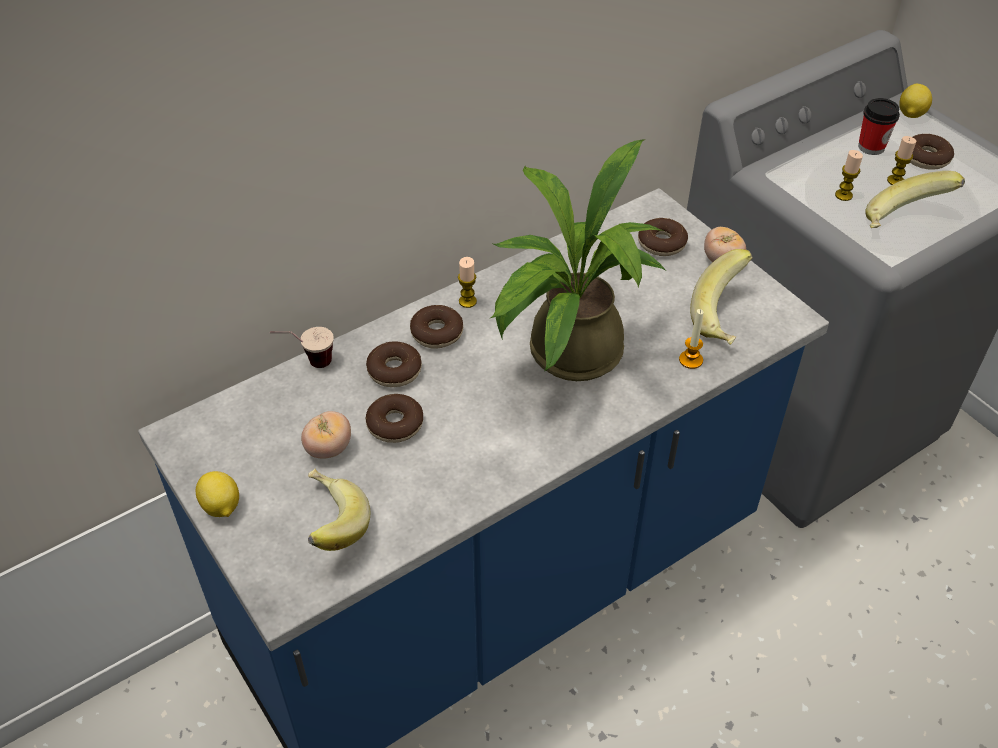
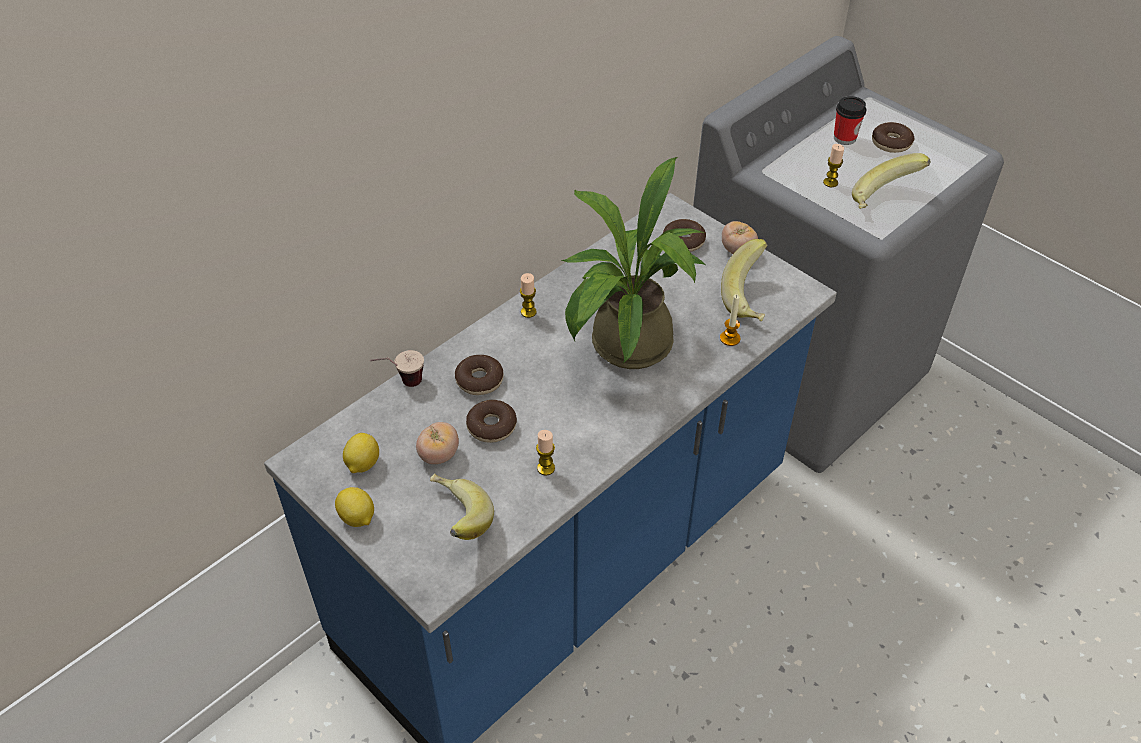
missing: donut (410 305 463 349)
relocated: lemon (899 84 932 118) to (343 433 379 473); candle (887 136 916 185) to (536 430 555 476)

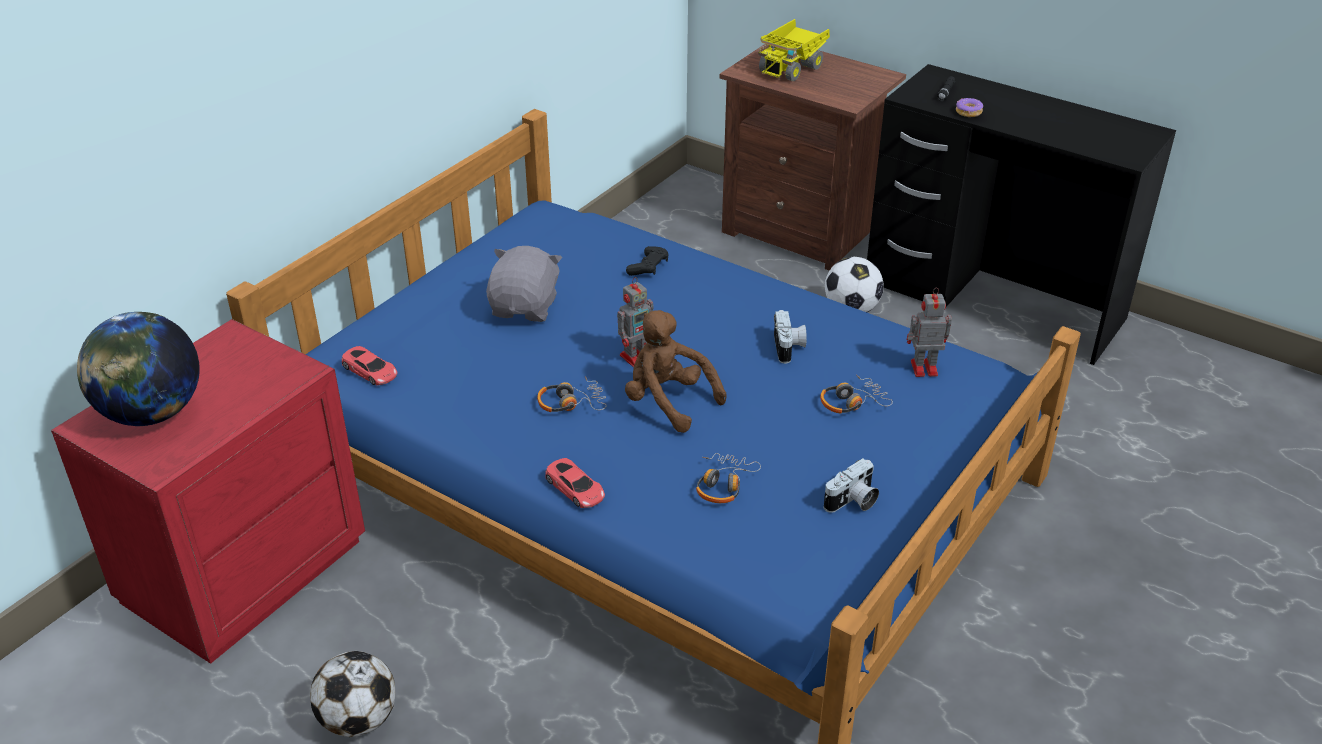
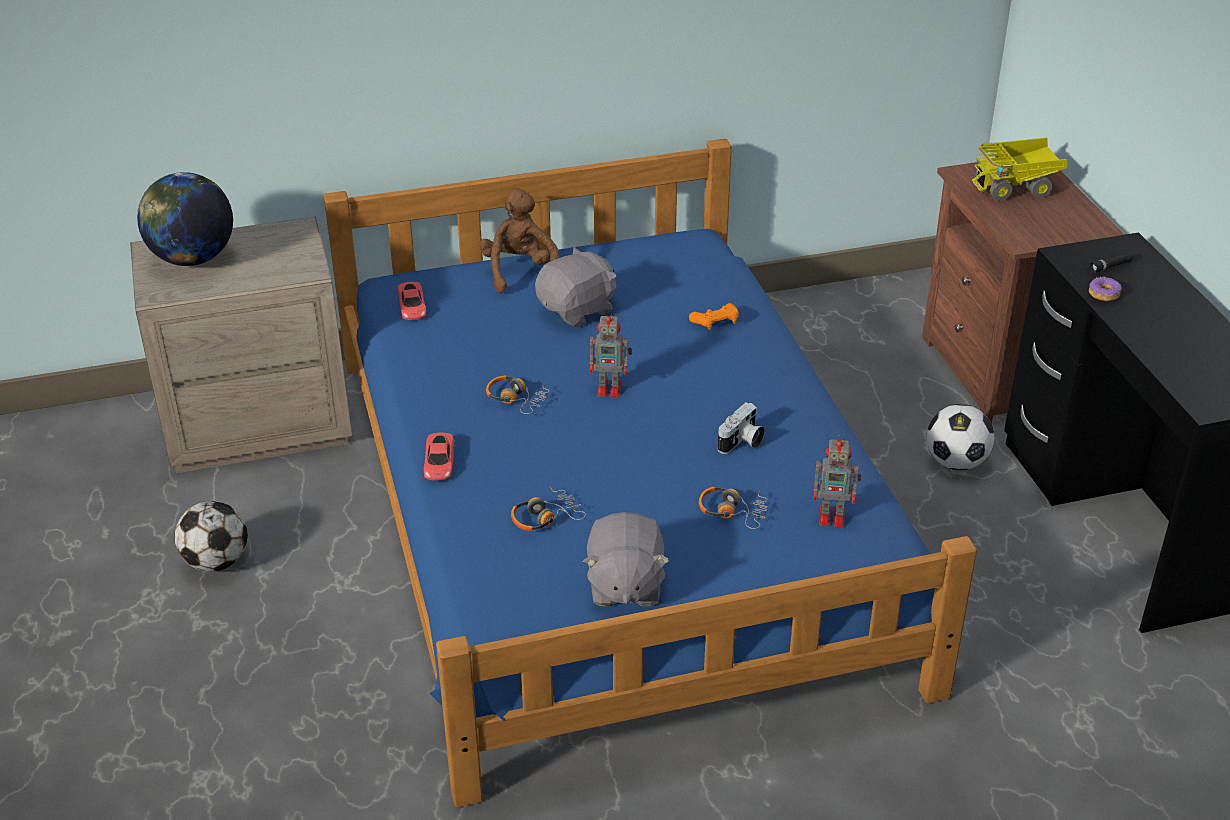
relocated: brown plush toy (625 310 727 433) to (479 189 559 293)
exchanged: photo camera (824 458 879 513) to grey plush toy (583 512 670 607)
colour: red nightstand (51 319 365 664) to beige nightstand (130 216 352 473); black game controller (626 246 668 276) to orange game controller (689 303 739 330)
spun: toy robot (907 287 952 377) = (813 434 861 527) 150 degrees clockwise

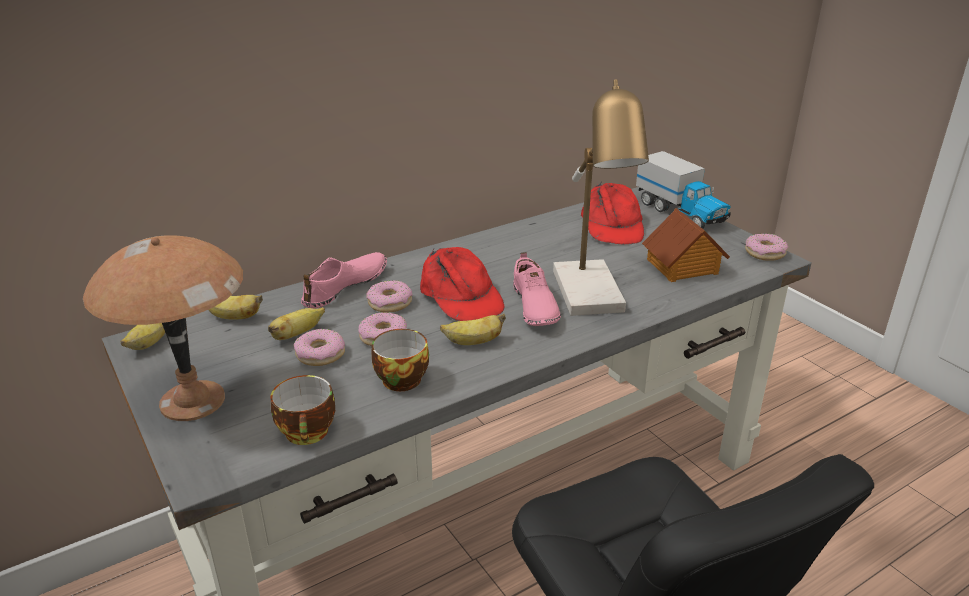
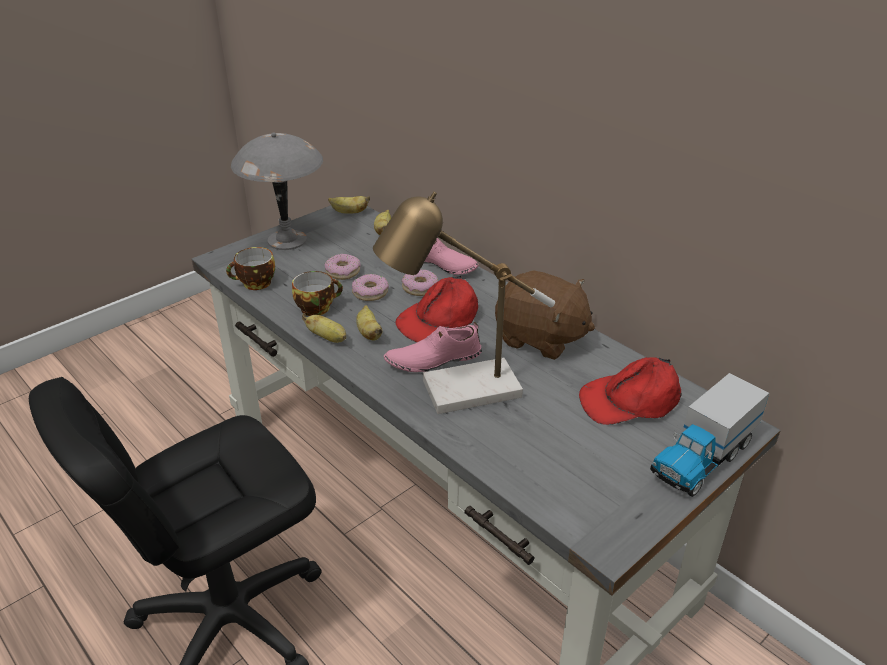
missing: toy house (642 208 730 282); donut (745 234 788 261)
appeared: brown plush toy (495 270 595 360)
relocated: banana (268 307 325 340) to (302 313 346 343)
colour: brown table lamp (83 235 243 421) to grey table lamp (231 132 323 250)

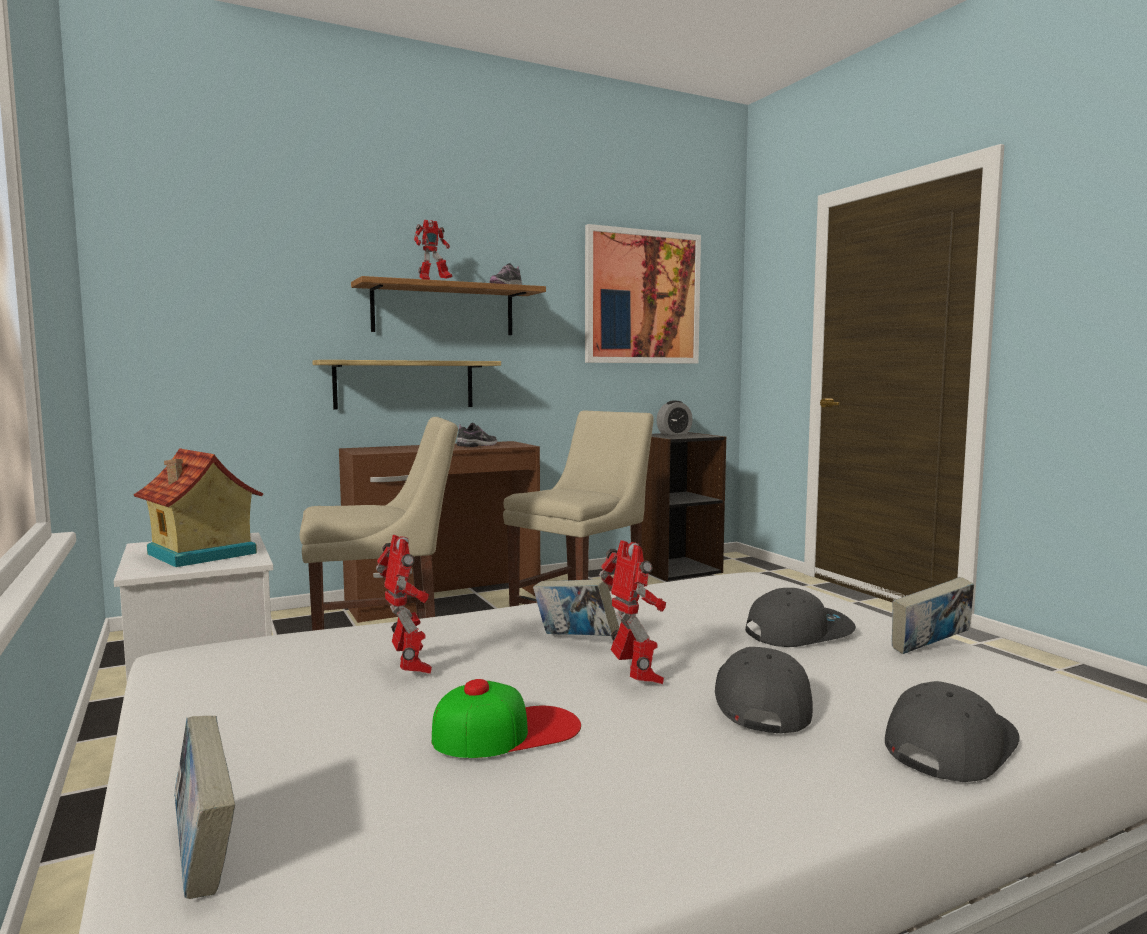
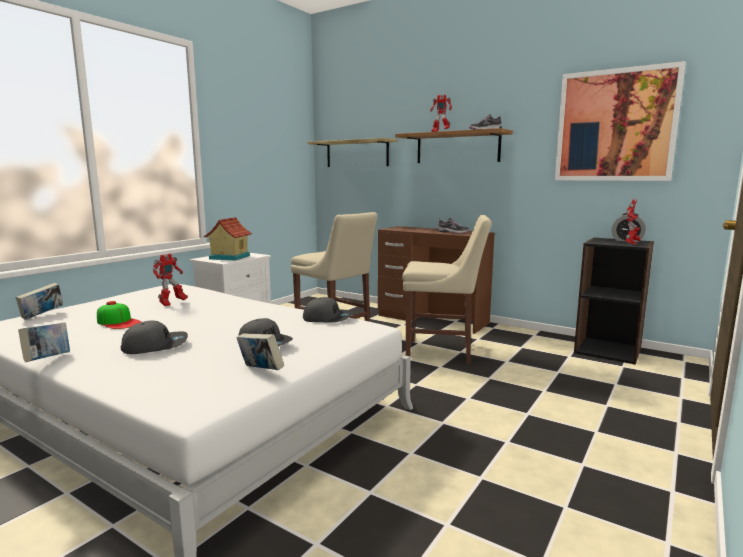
relocated: book (533 579 619 636) to (18 322 70 362); grey cap (885 681 1020 782) to (303 297 353 322); shelf (312 360 501 410) to (307 138 397 167); toy robot (599 540 666 684) to (625 199 641 245)

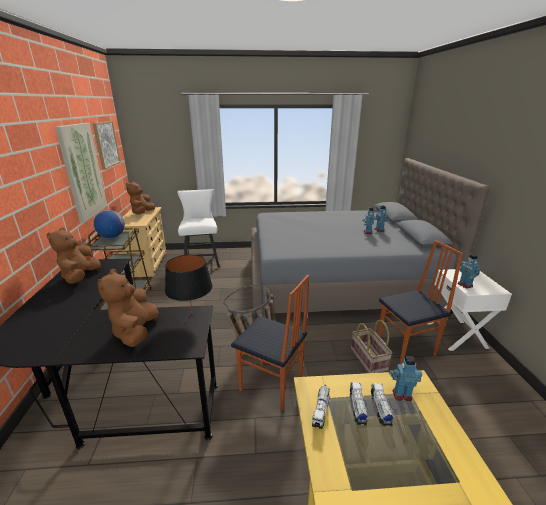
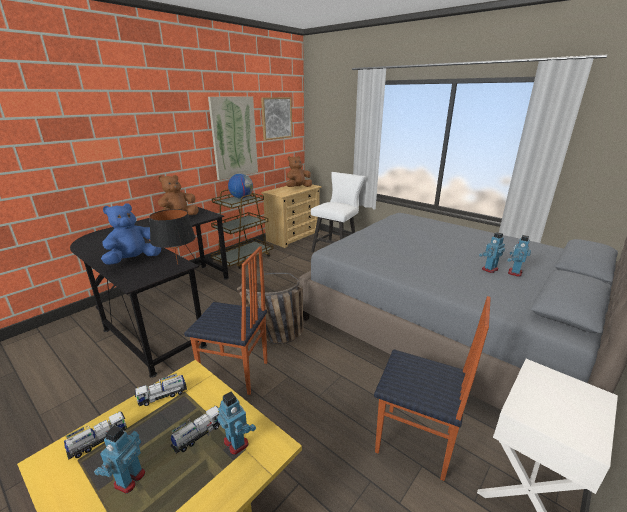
missing: basket (351 320 393 373)
relocated: toy truck (350 382 368 425) to (64 412 127 460); toy robot (458 254 481 289) to (94 425 145 494)
colour: brown plush toy (97 269 159 347) to blue plush toy (101 203 161 265)
spun: chair (231 275 309 411) = (184 246 267 395) 60 degrees counterclockwise

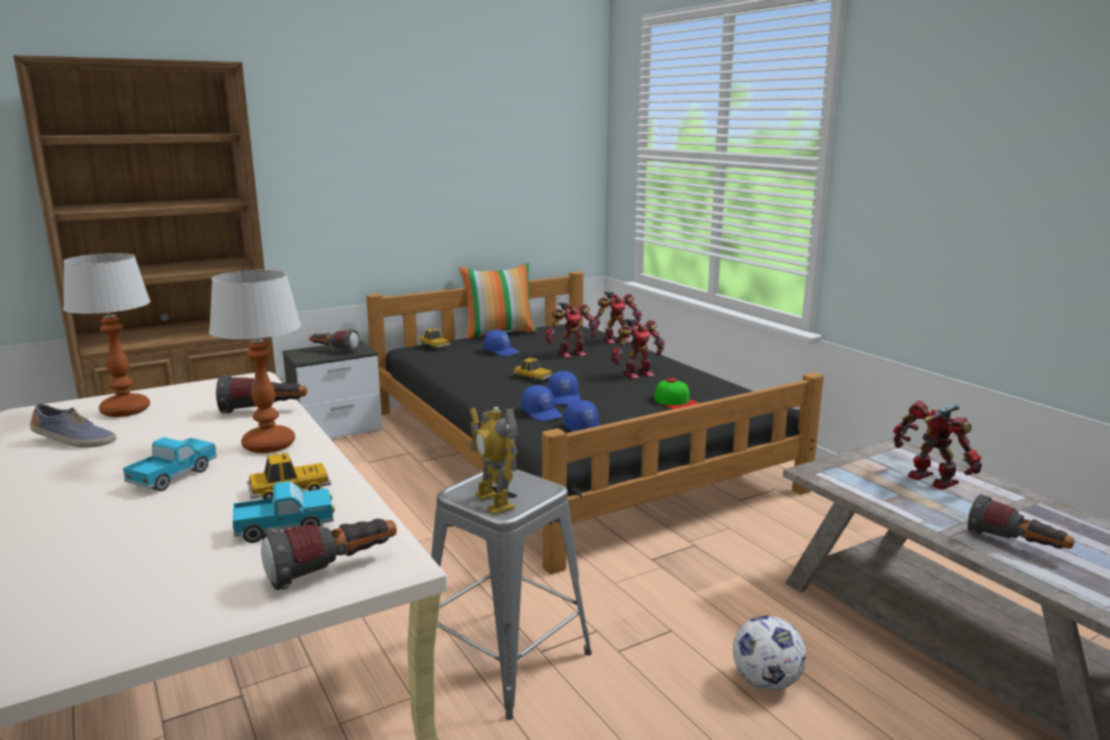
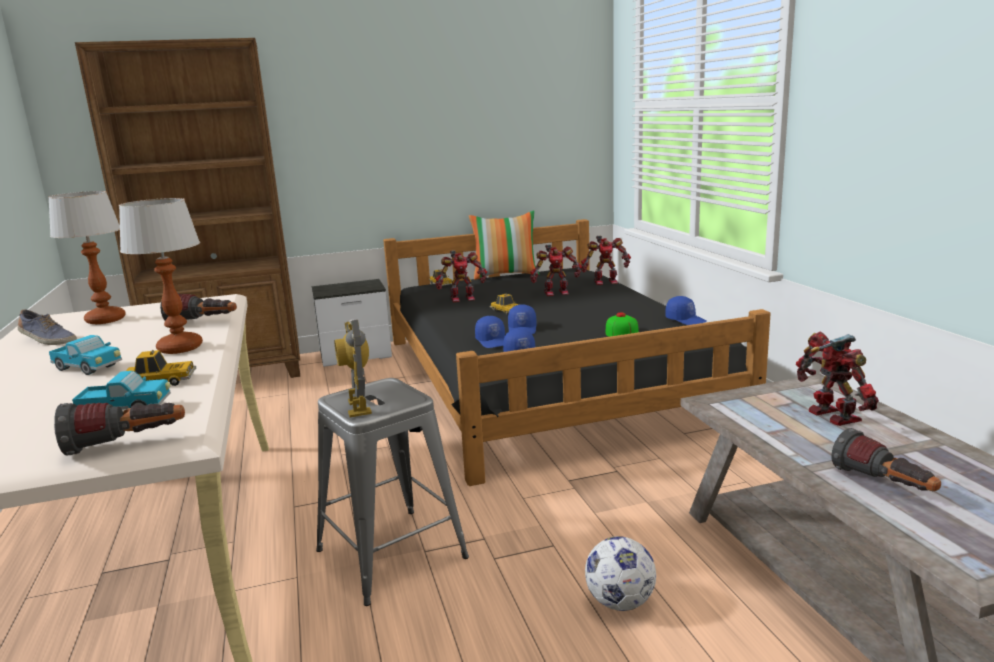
missing: flashlight (309 329 359 352)
relocated: toy robot (611 318 665 379) to (435 250 487 302); blue cap (484 330 520 356) to (665 296 707 325)
spun: toy truck (123 437 217 491) = (49 335 122 375) 75 degrees clockwise

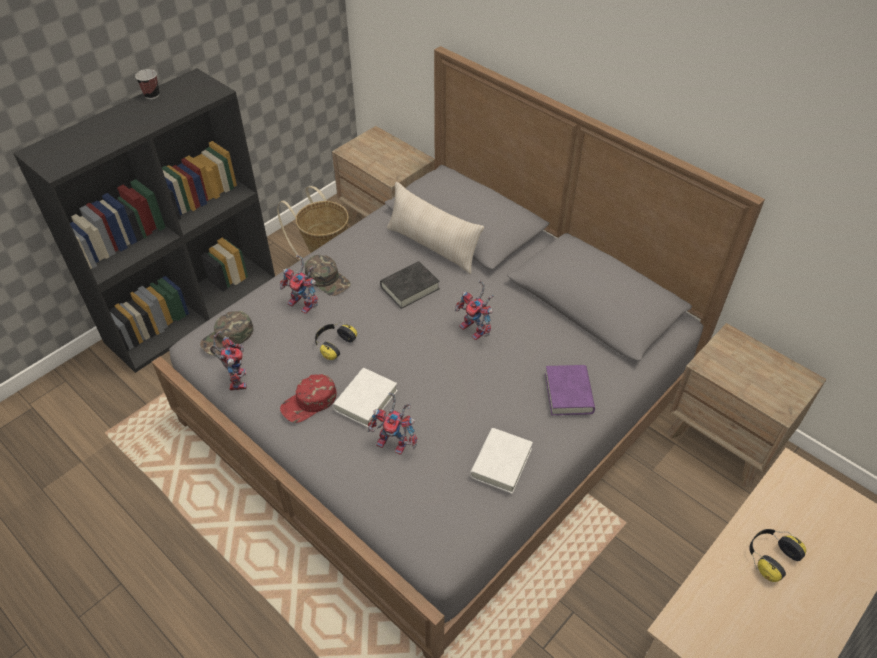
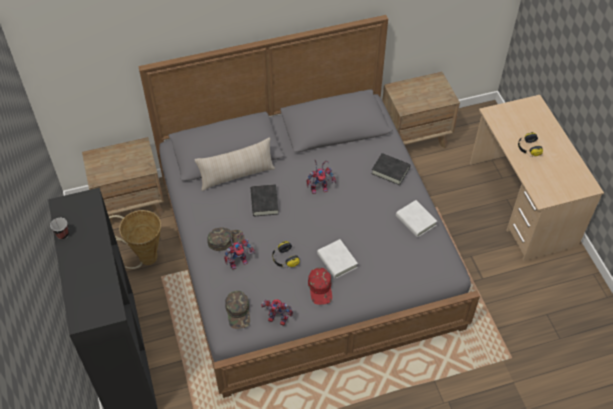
missing: toy robot (368 392 417 455)
colour: purple book (545 365 595 415) to black book (371 153 410 185)

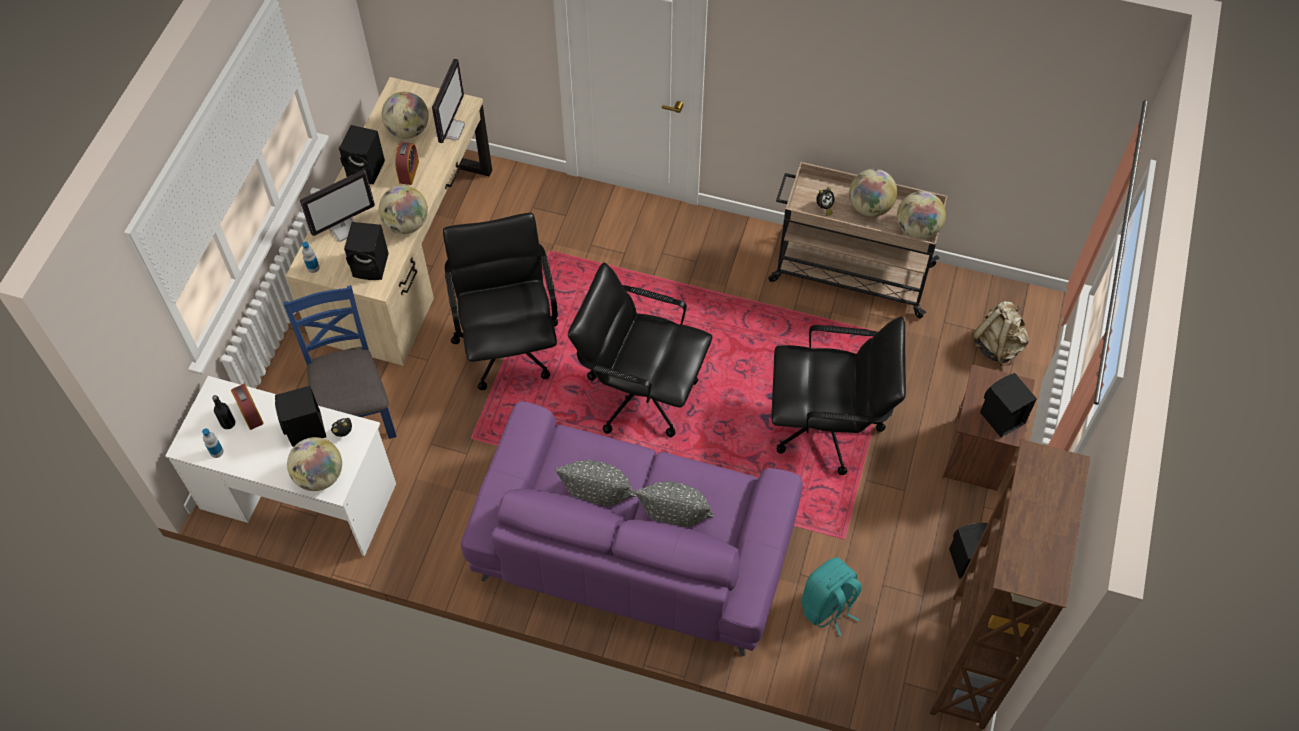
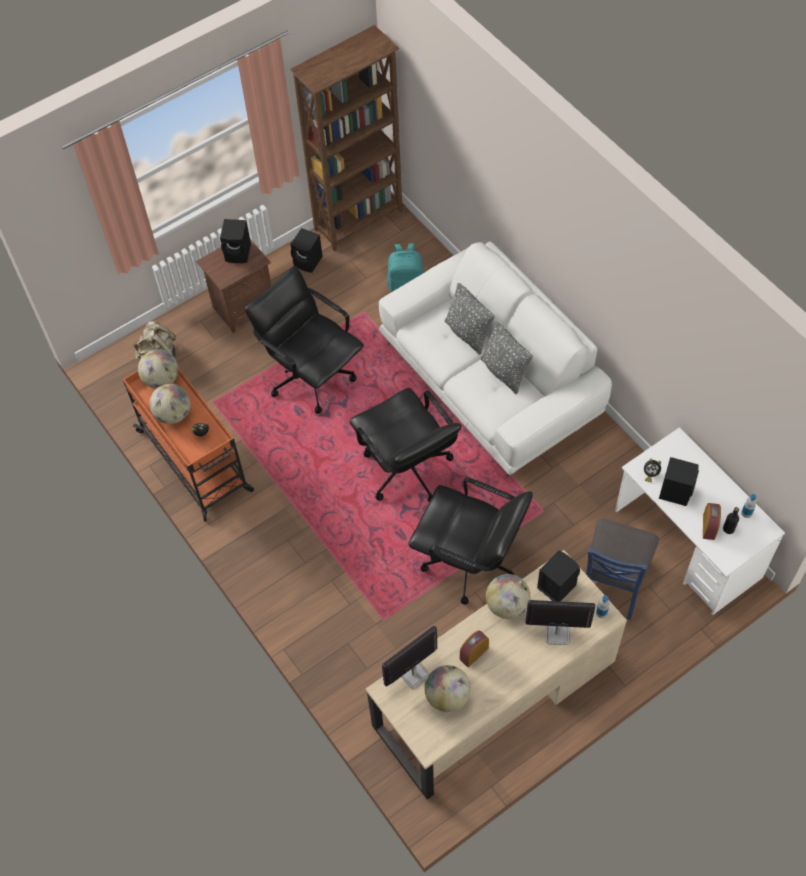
missing: globe (287 437 342 491); black speaker (339 125 385 184)
colour: beige cart (768 162 948 319) to orange cart (123 368 254 521); purple sofa (461 401 803 656) to white sofa (379 241 612 478)
spun: black office chair (443 213 558 390) = (408 477 533 605) 90 degrees counterclockwise

